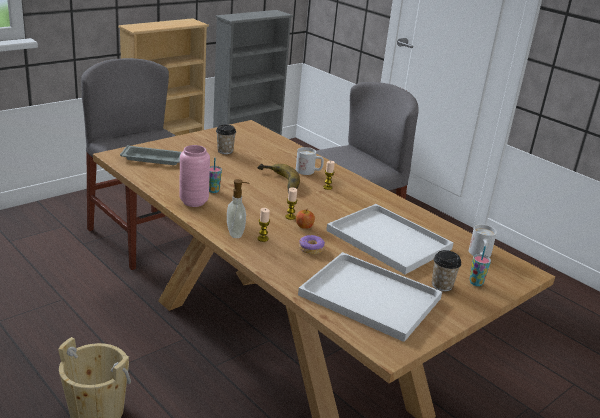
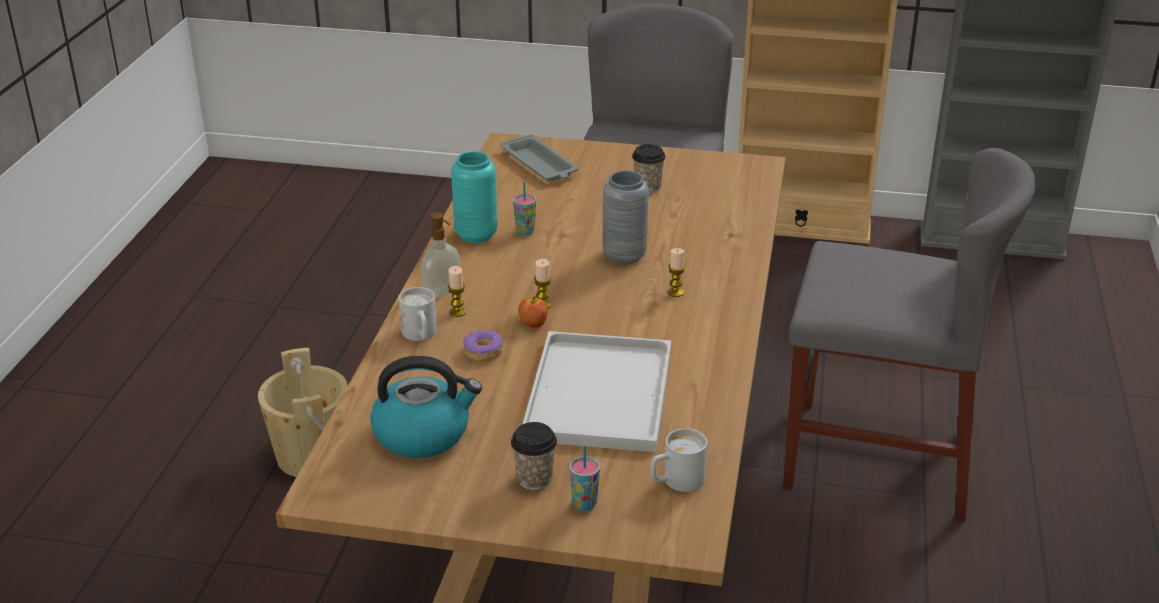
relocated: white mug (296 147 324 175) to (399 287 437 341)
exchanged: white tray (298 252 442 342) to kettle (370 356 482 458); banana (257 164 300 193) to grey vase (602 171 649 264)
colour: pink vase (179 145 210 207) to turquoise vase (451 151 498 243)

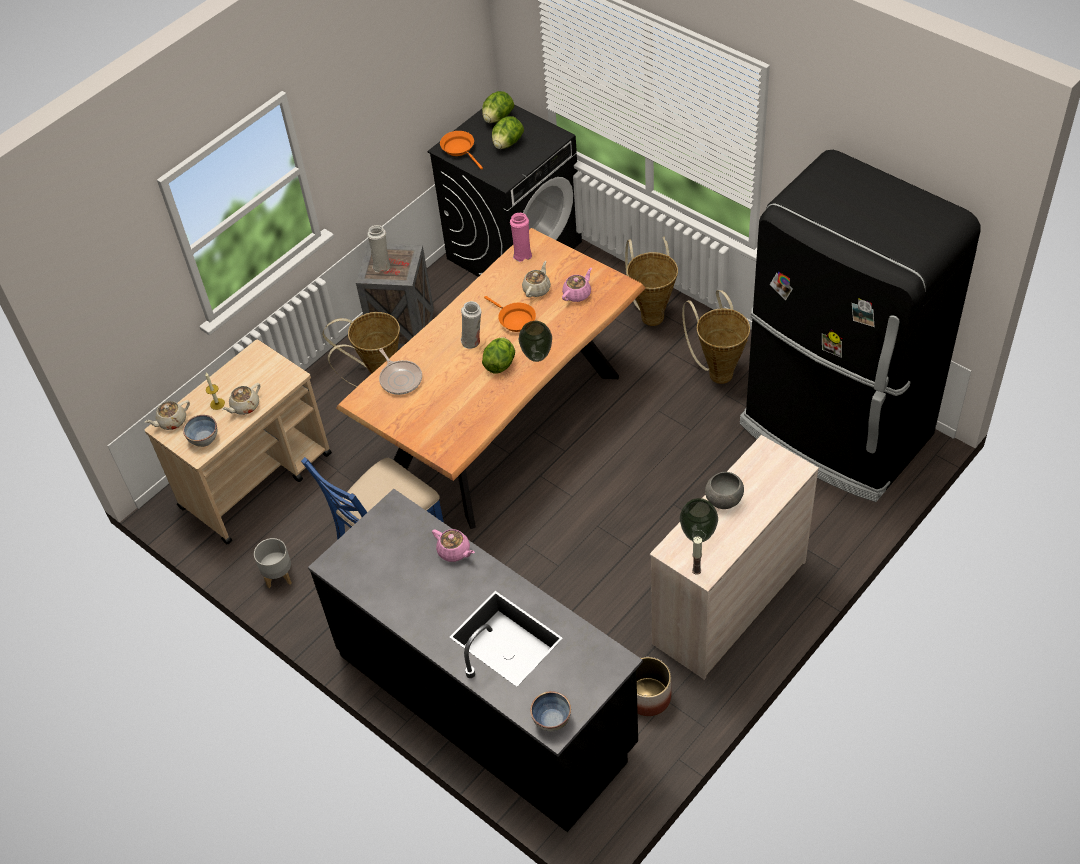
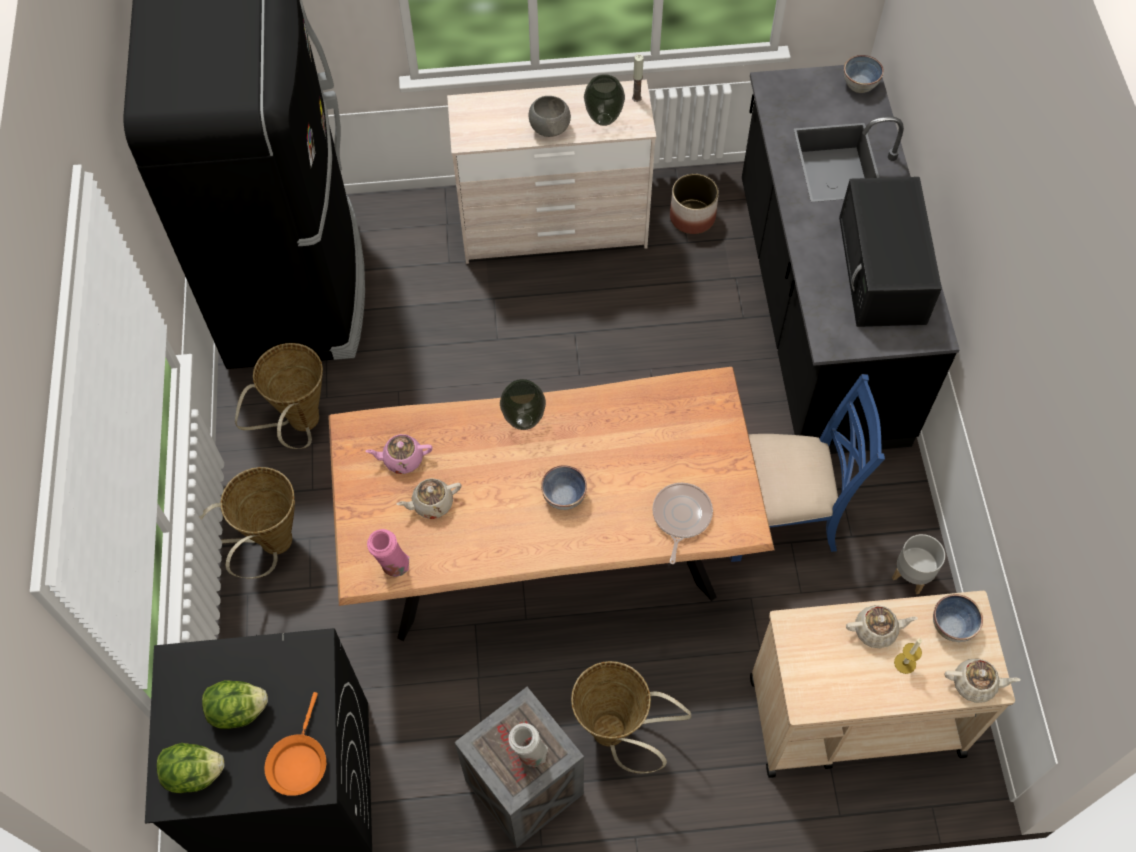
missing: pink teapot (432 529 475 562); lettuce (482 337 515 374); orange frying pan (484 296 536 332)
appeared: black microwave (839 177 942 327)
exchanged: white vase (461 301 482 349) to bowl (541 465 587 510)

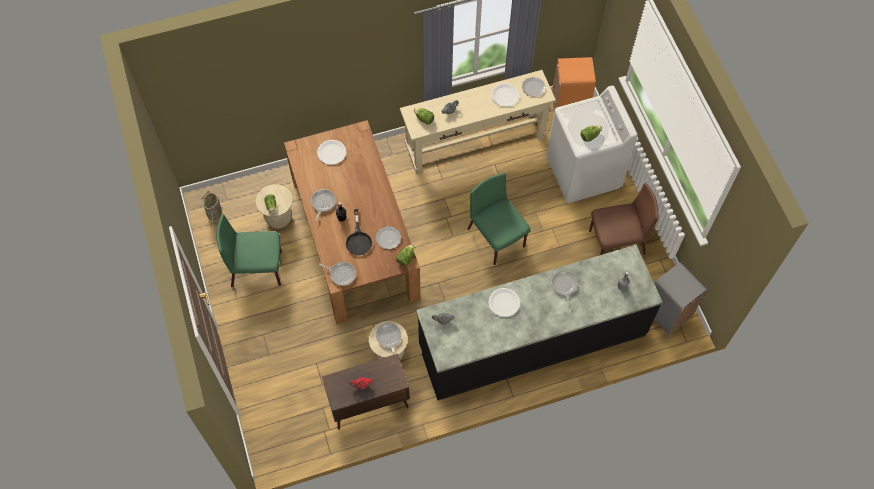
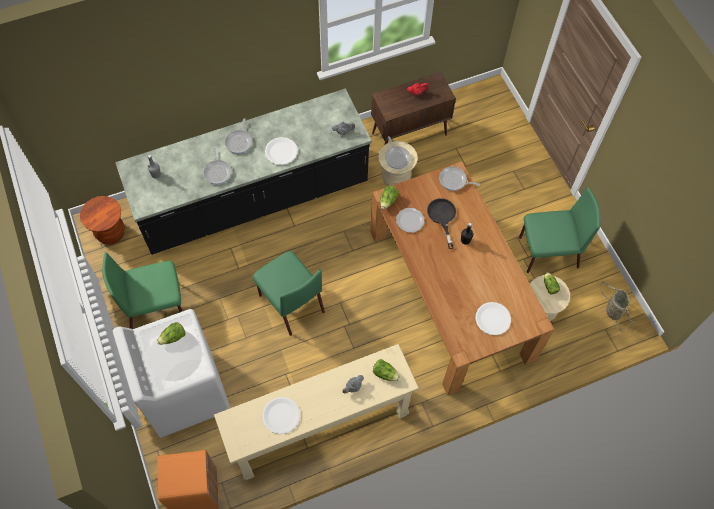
missing: plate (522 77 546 97)
relocated: frying pan (311 189 336 222) to (225 118 252 154)
exchanged: grey trash can (654 262 707 335) to brown stool (80 196 124 245)
colour: brown chair (589 182 658 255) to green chair (102 252 183 329)

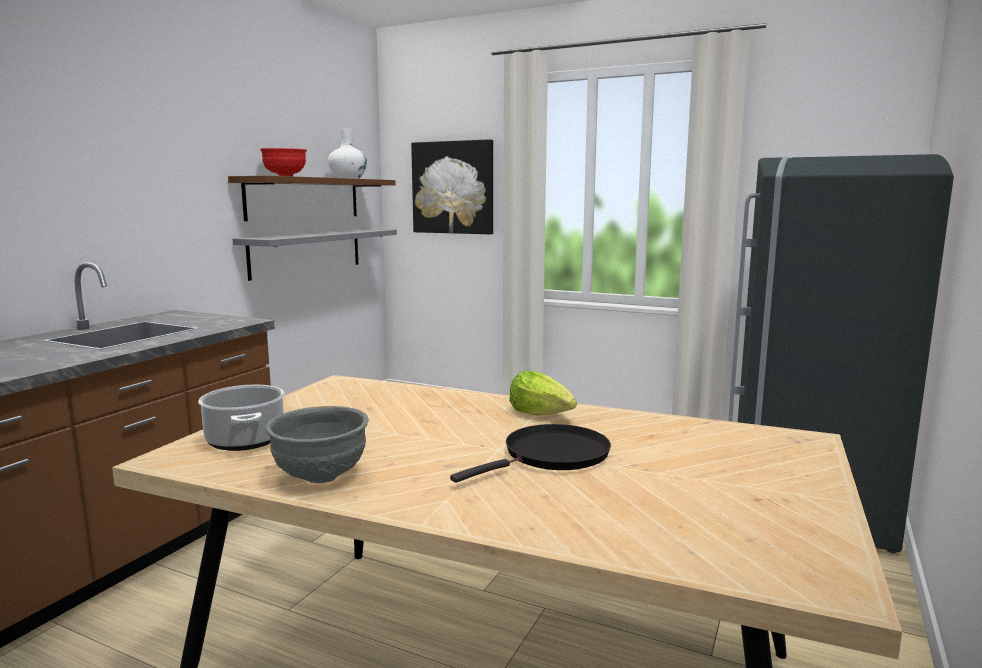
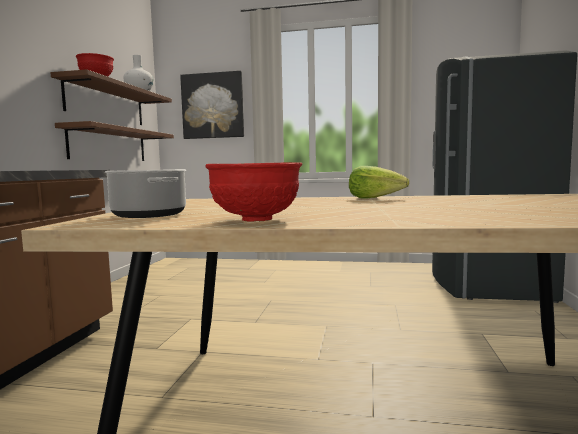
missing: black frying pan (450 424 611 483)
colour: grey shelf (233 229 397 281) to brown shelf (55 121 174 161); grey bowl (265 406 369 483) to red bowl (206 162 302 222)

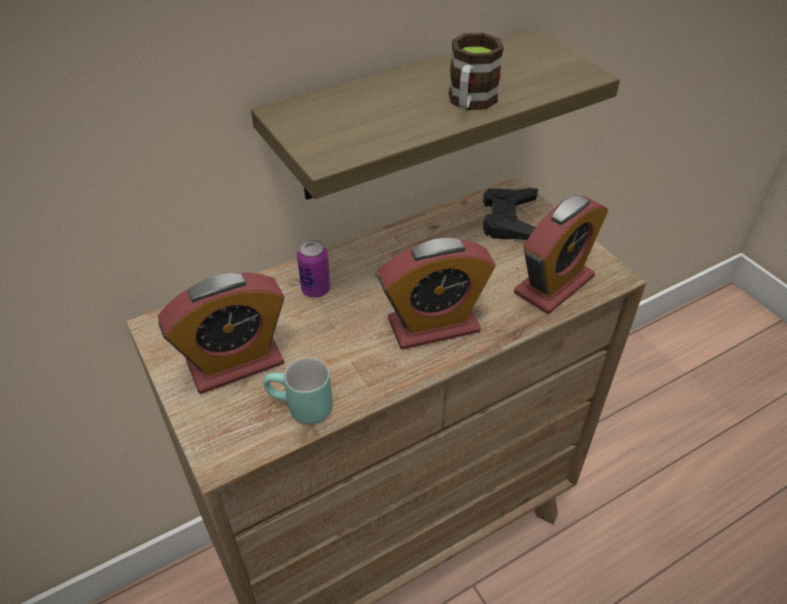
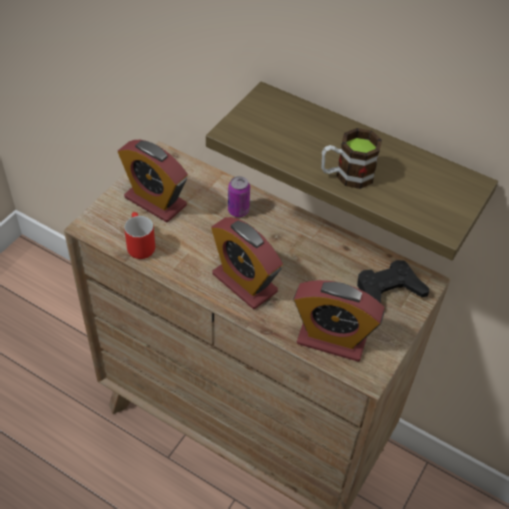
colour: turquoise mug (263 358 333 424) to red mug (124 212 155 259)

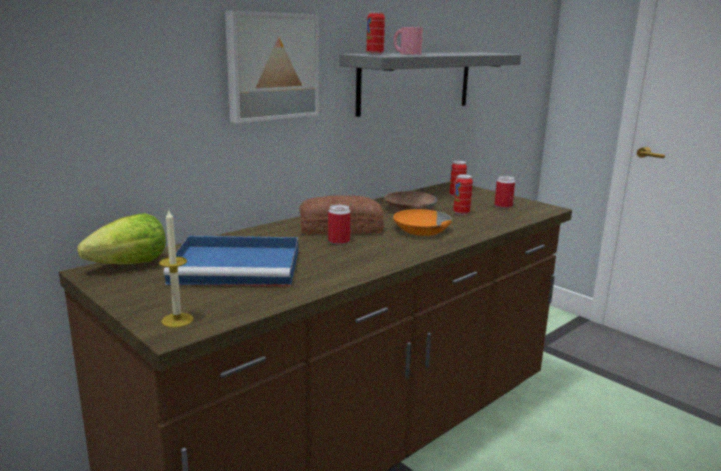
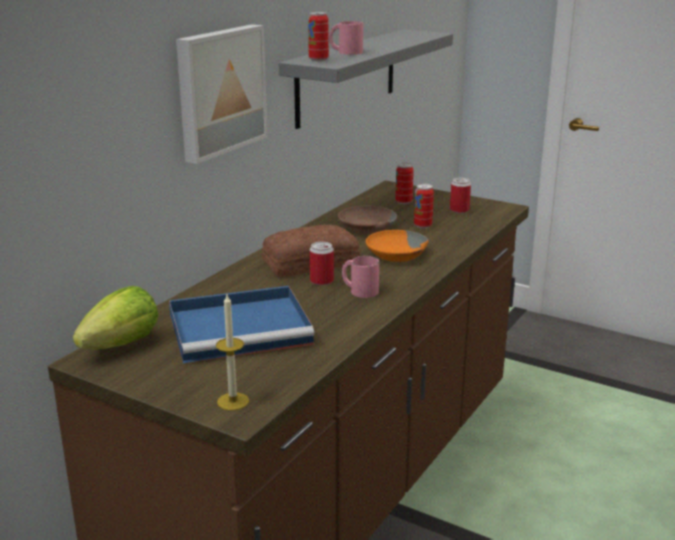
appeared: pink mug (342 256 379 298)

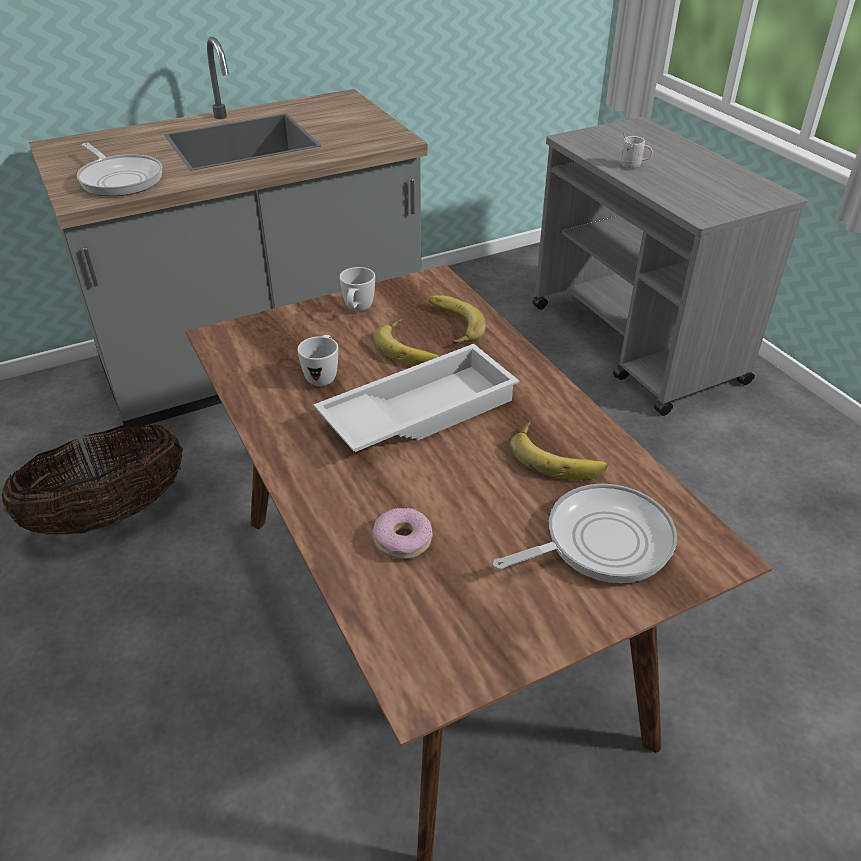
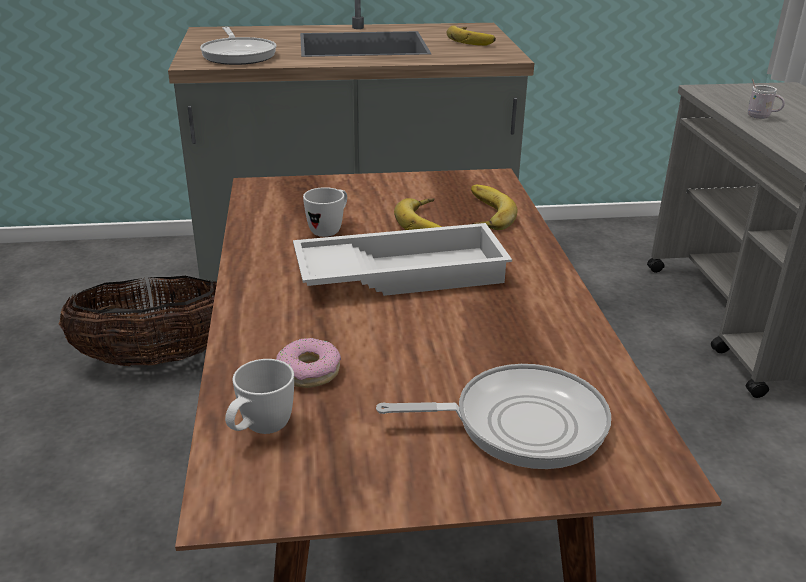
relocated: white mug (339 267 375 311) to (225 359 294 434); banana (510 421 608 480) to (447 25 496 46)

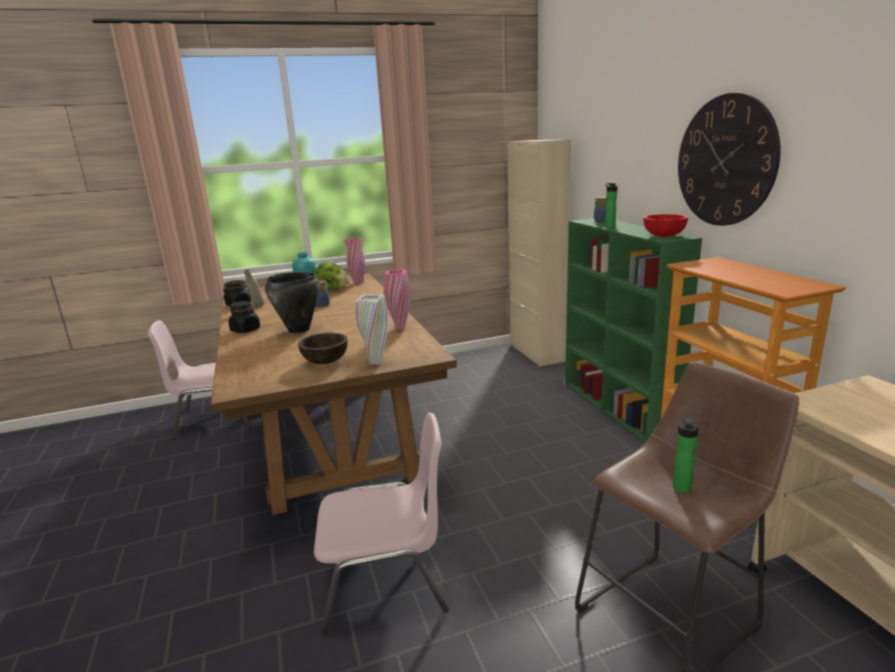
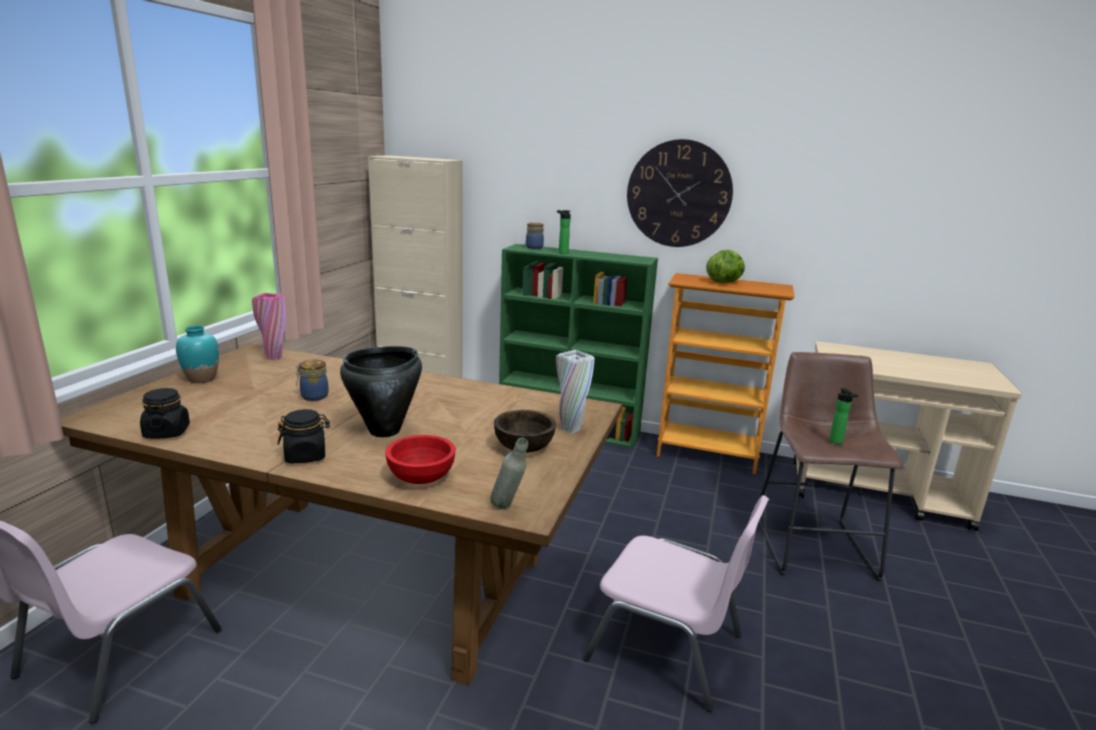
missing: pink vase (383 269 411 330)
relocated: red bowl (643 214 688 237) to (385 435 456 484); grey bottle (244 269 264 307) to (490 438 528 509); lettuce (315 262 350 289) to (706 250 745 283)
spun: pink chair (314 413 449 636) = (584 495 769 712) 90 degrees clockwise

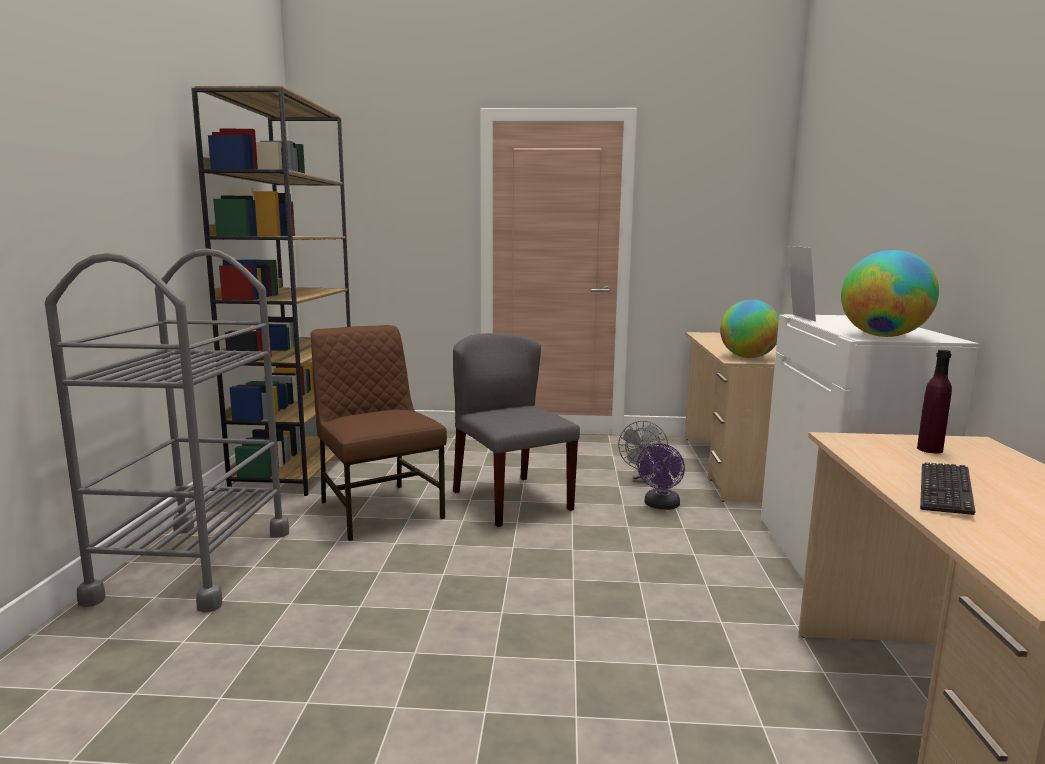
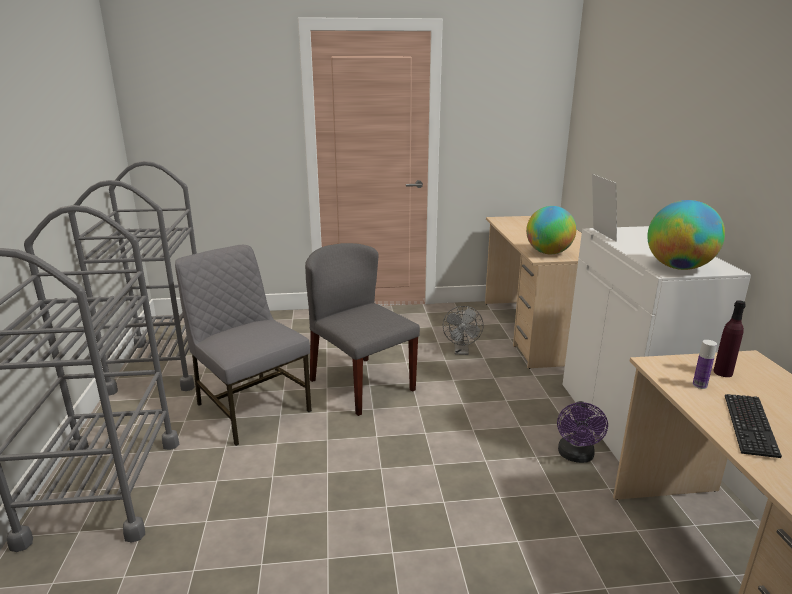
appeared: bottle (693 340 717 389)
relocated: purple fan (637 443 685 510) to (557 401 608 463)
exchanged: brown bookcase (191 86 351 496) to grey cart (68 161 197 396)
colour: brown chair (311 325 447 541) to grey chair (175 245 312 446)

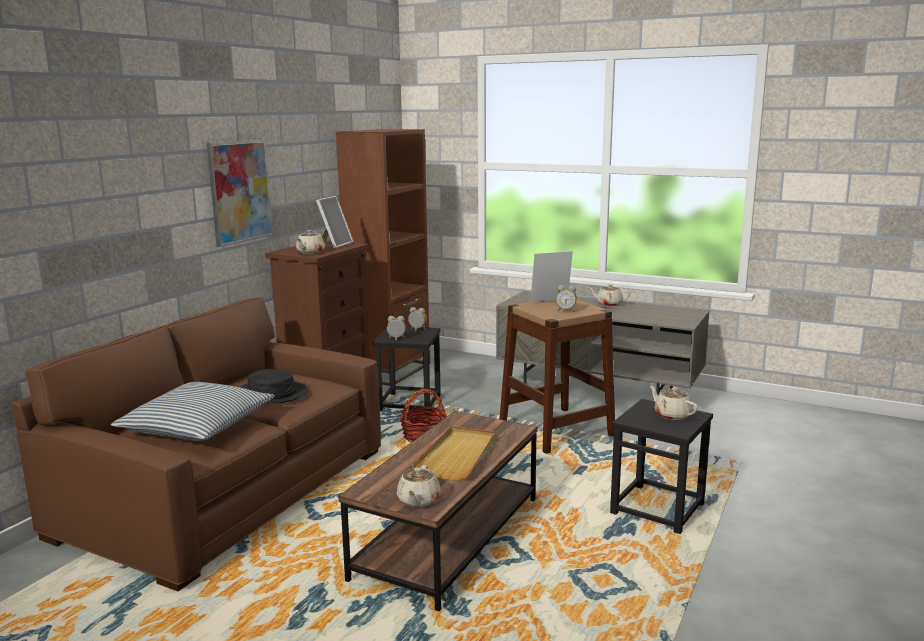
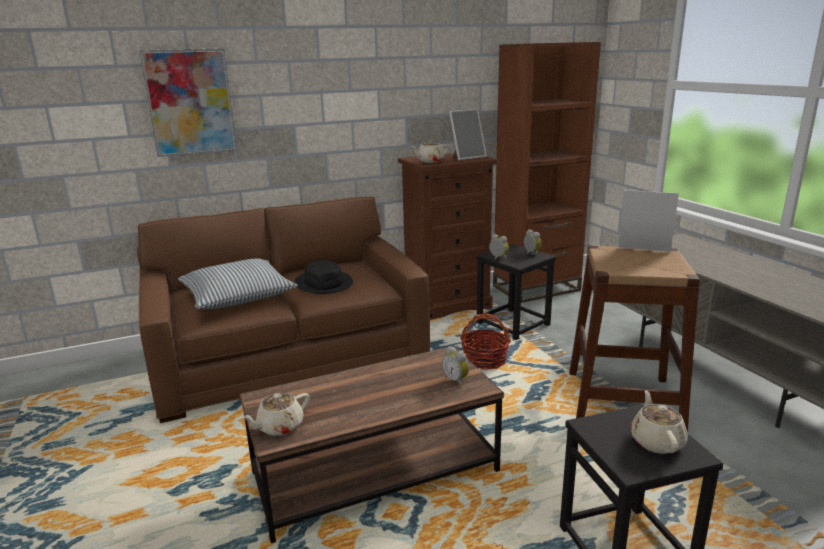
missing: beige tray (412 426 496 481); beige teapot (589 284 630 306)
relocated: picture (207 140 273 247) to (139 48 238 157); alarm clock (556 285 577 312) to (442 346 469 386)

